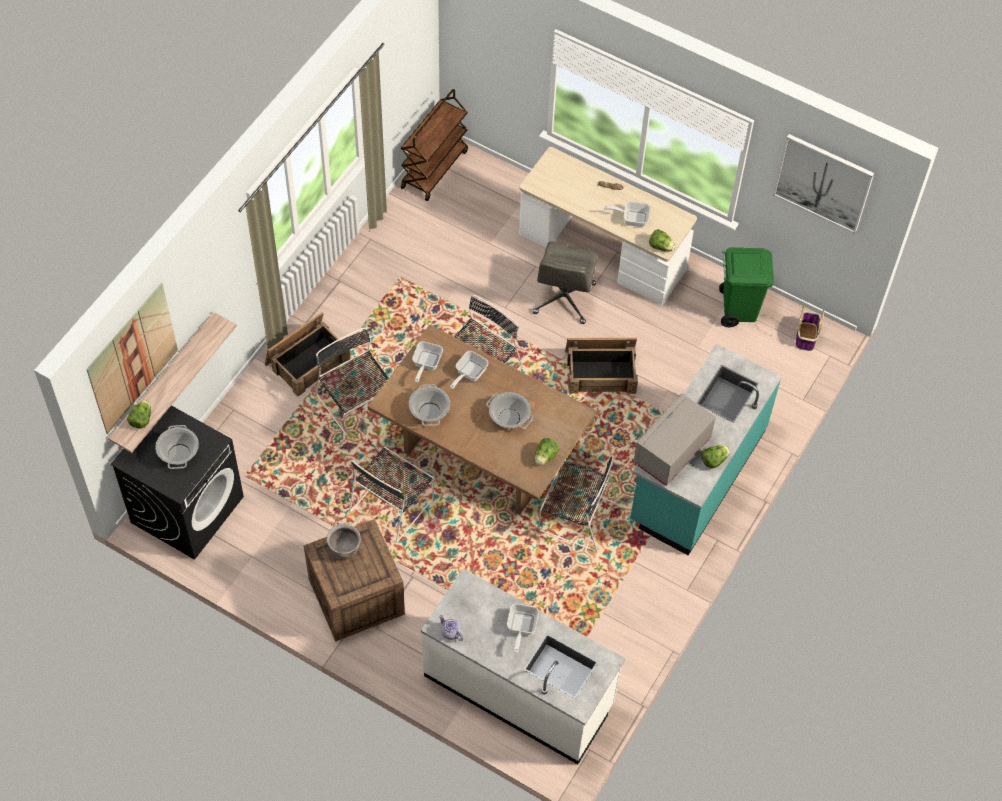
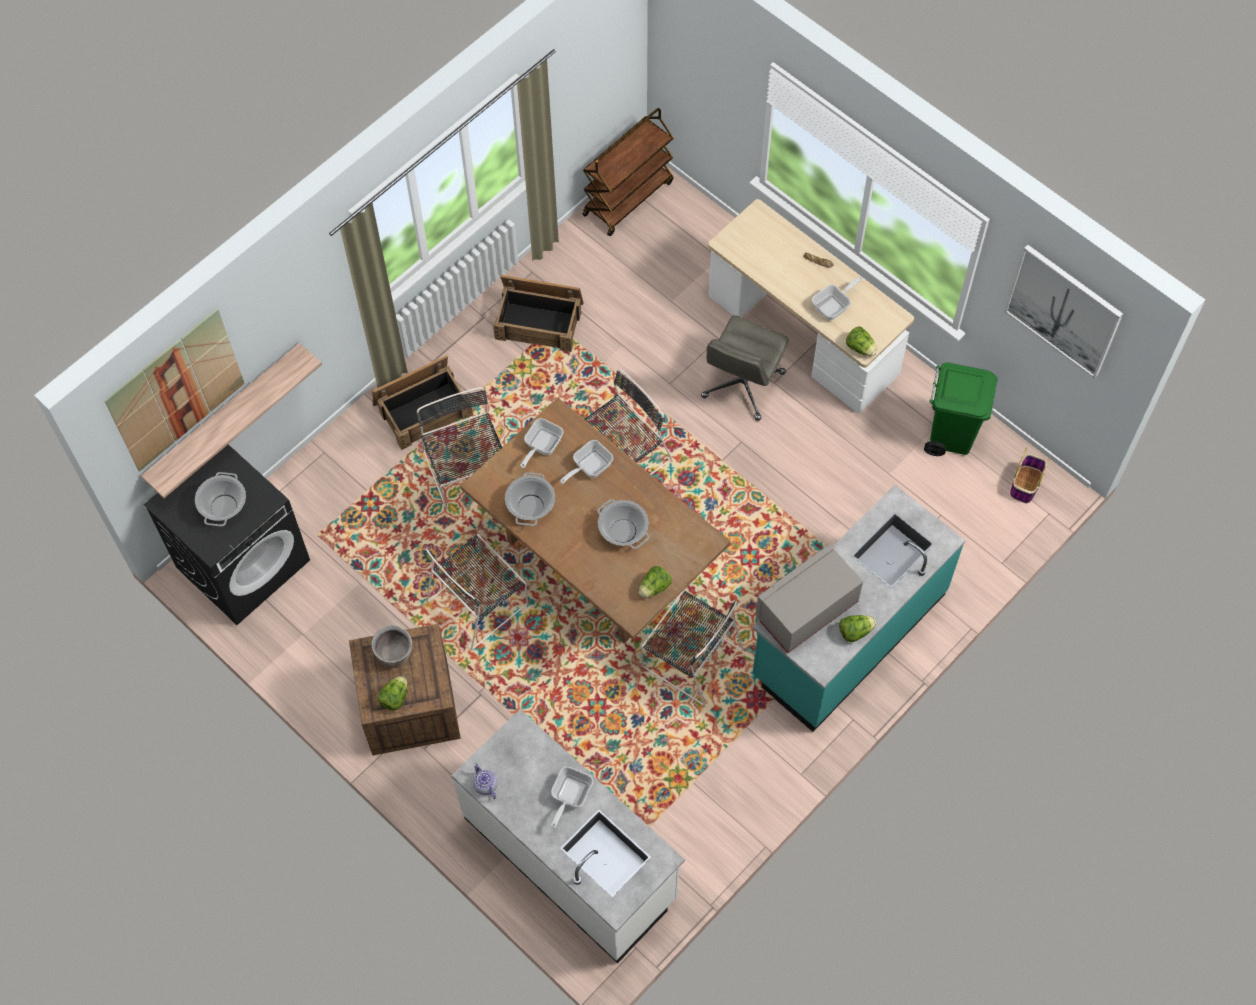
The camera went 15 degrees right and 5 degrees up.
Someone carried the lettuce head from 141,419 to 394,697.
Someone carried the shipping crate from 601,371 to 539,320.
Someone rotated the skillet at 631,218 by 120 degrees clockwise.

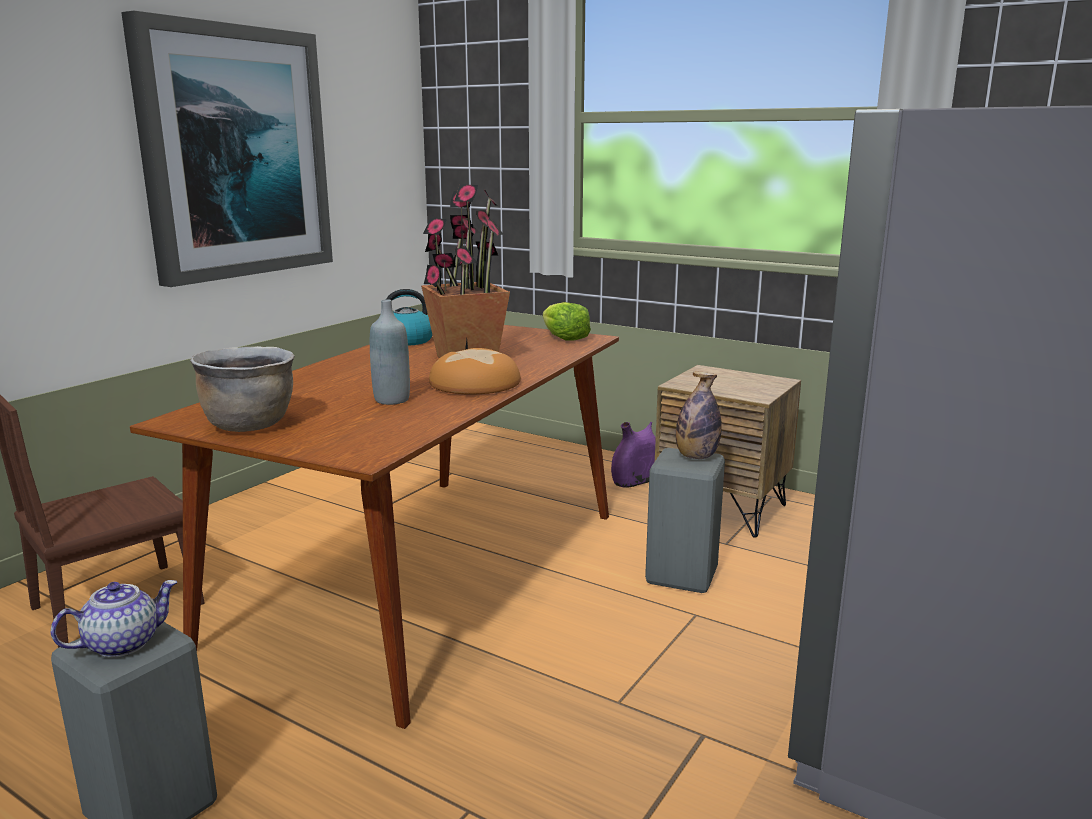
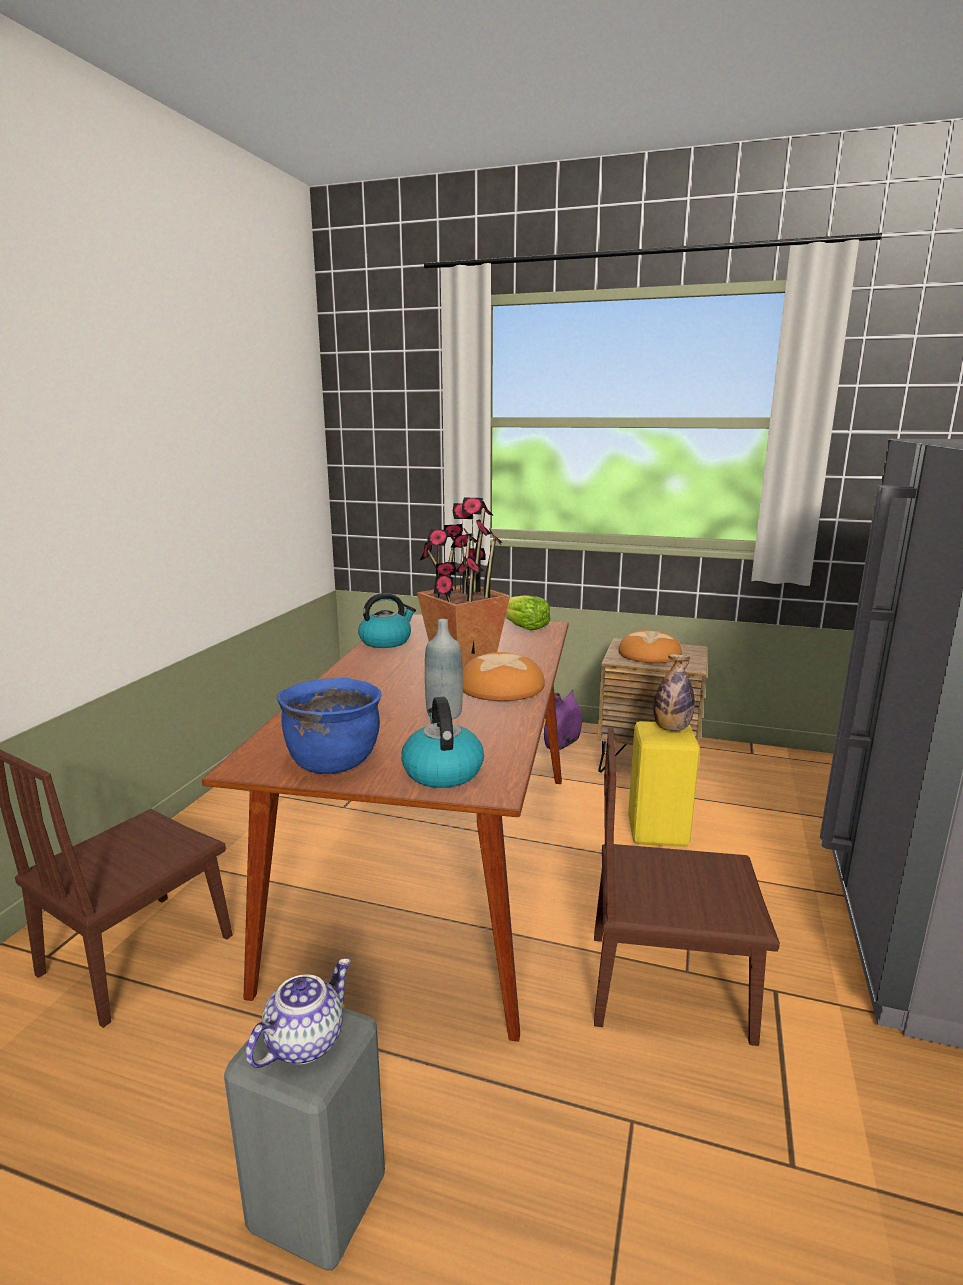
The camera went 15 degrees left and 0 degrees up.
Someone took away the wall picture at 235,153.
Someone put down the tea kettle at 442,771.
Someone put down the brown-coloured chair at 669,986.
Someone put down the bakery bread at 649,654.
Someone repainted the brown-coloured stockpot at 249,424, which became the blue-coloured stockpot at 333,762.
Someone repainted the grey stool at 683,577, which became the yellow stool at 659,833.

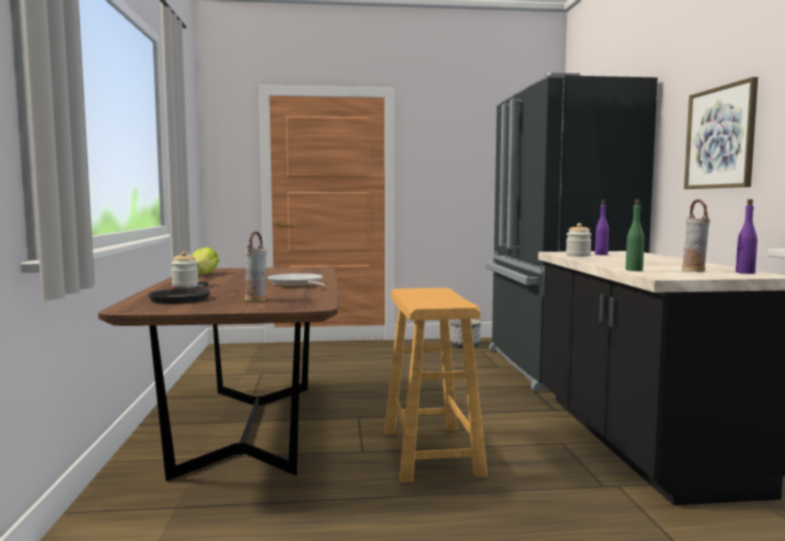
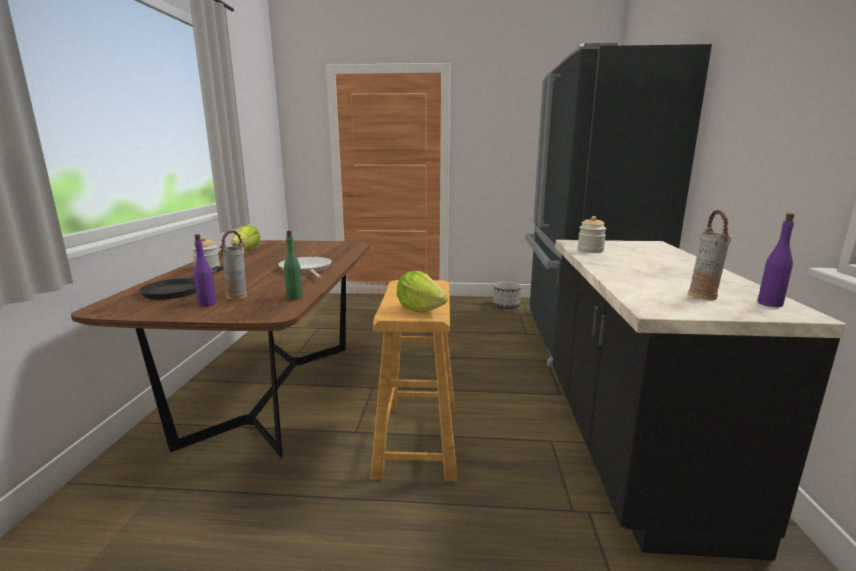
The camera went 10 degrees right and 10 degrees up.
Someone took away the wall picture at 720,138.
Someone put down the lettuce head at 420,309.
Someone carried the purple beverage bottle from 601,254 to 207,304.
Someone carried the green beverage bottle from 633,270 to 294,297.

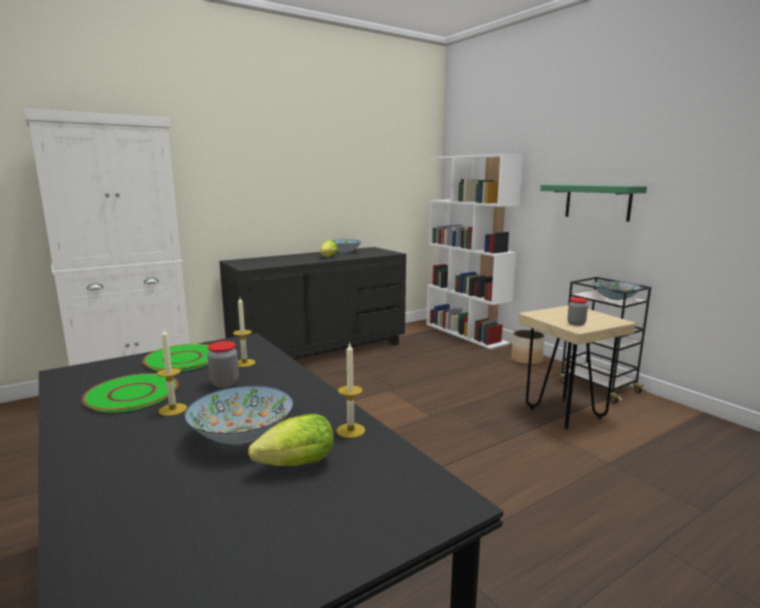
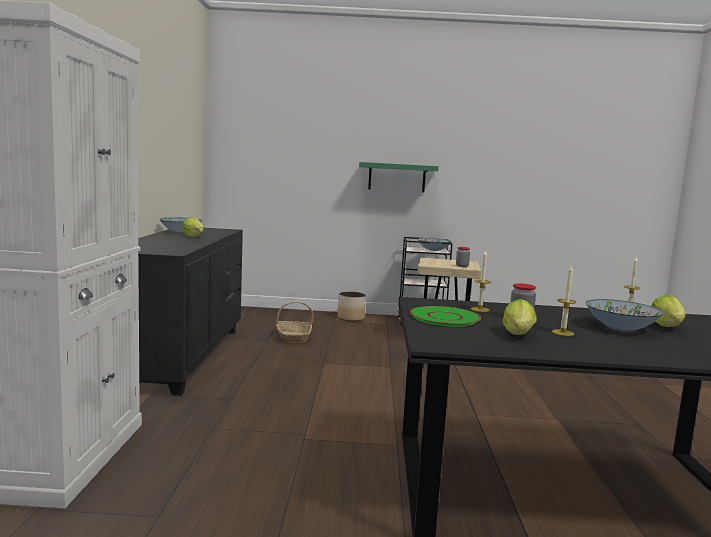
The camera went 55 degrees left and 5 degrees down.
Someone took away the white bookcase at 466,333.
Someone put down the basket at 293,337.
Someone swapped the green plate at 132,394 for the lettuce head at 518,336.

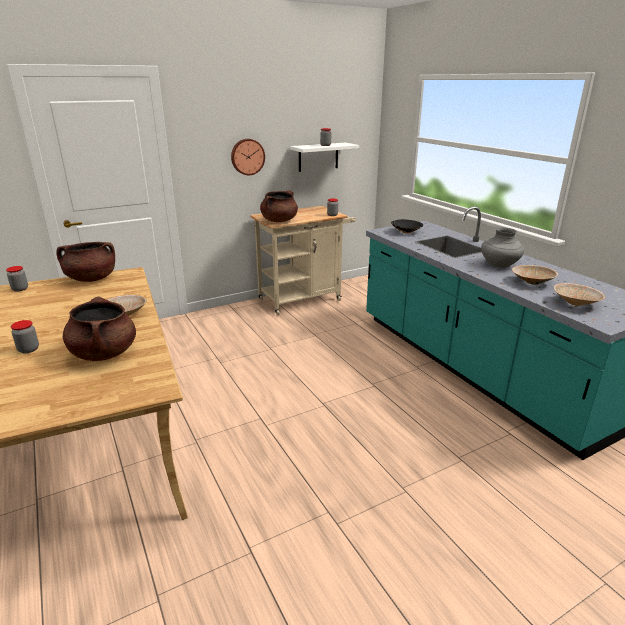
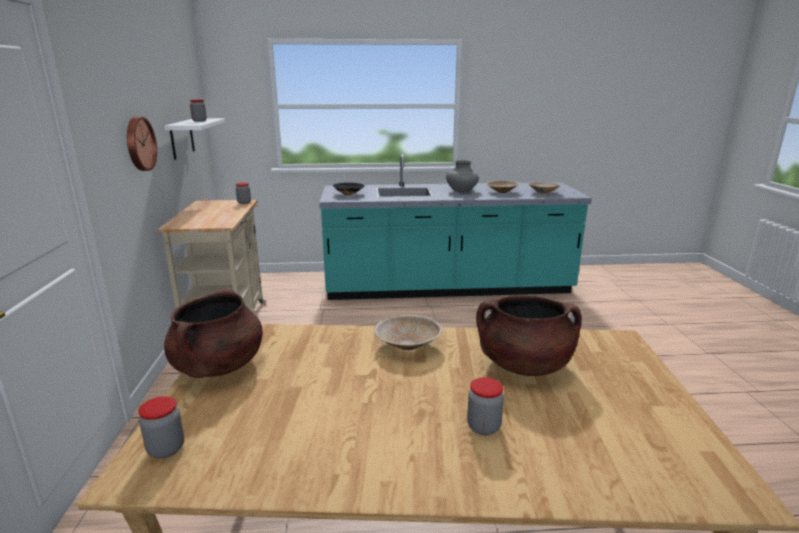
The camera went 65 degrees left and 5 degrees down.
Someone took away the brown-coloured stockpot at 279,221.

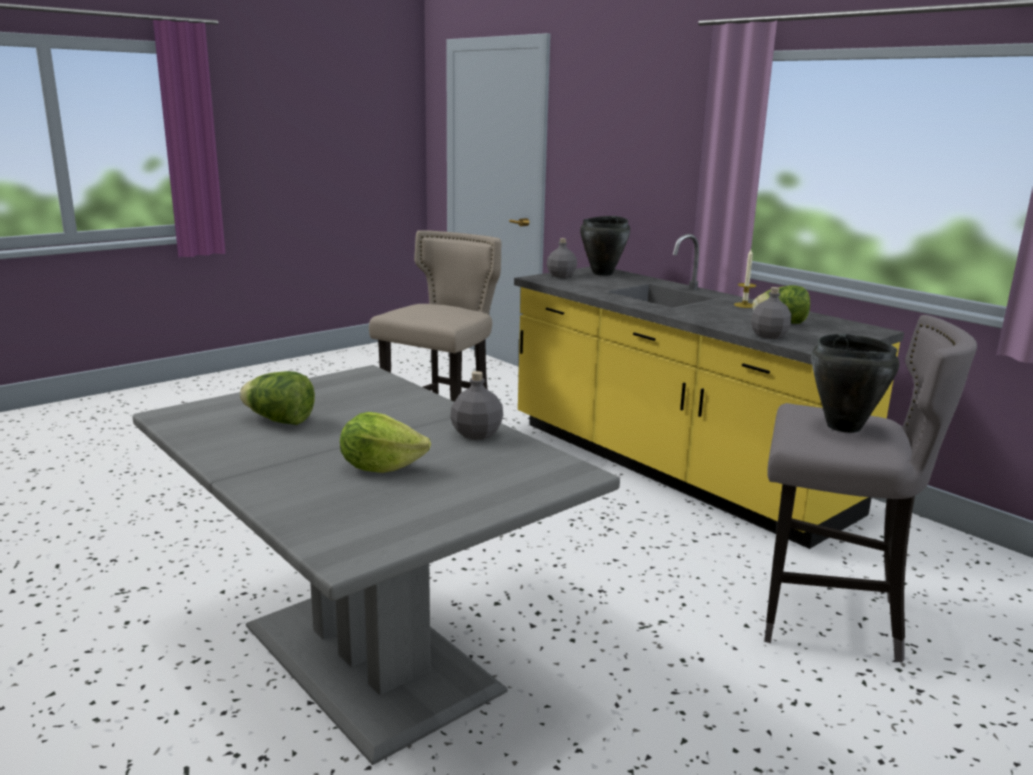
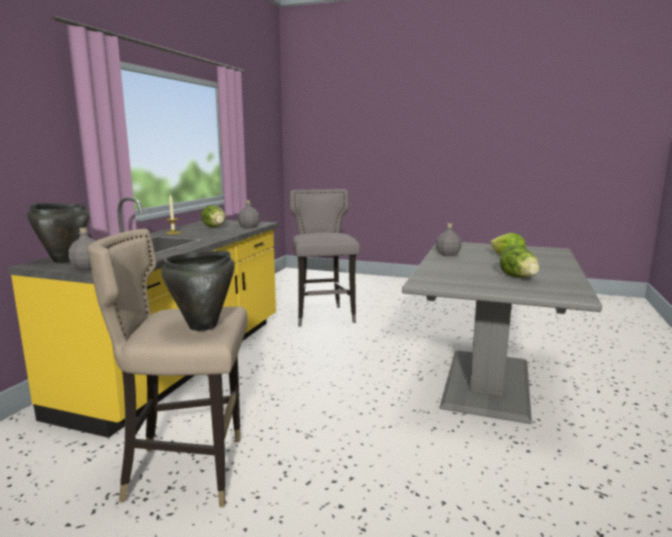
The camera went 120 degrees left and 5 degrees down.
Someone carried the blackish stockpot from 843,427 to 203,326.

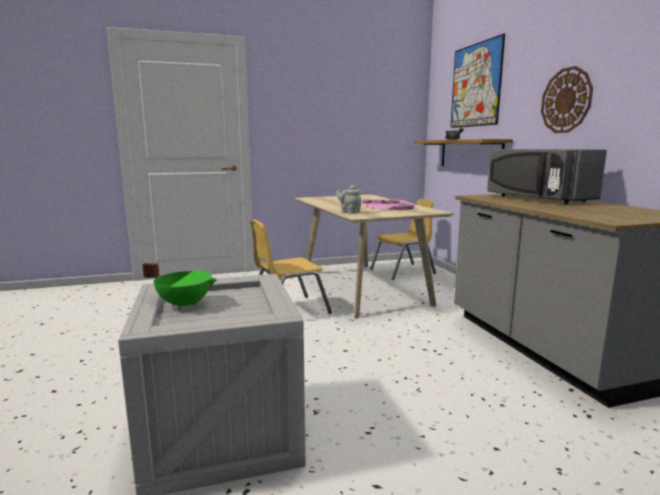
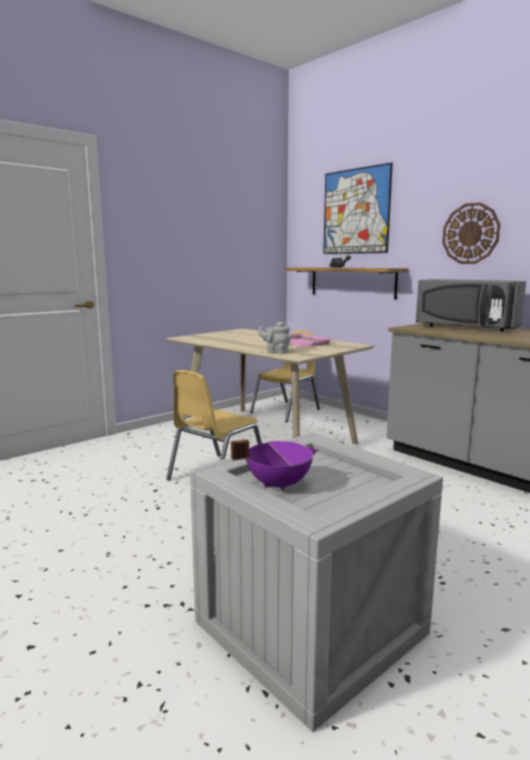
The camera went 25 degrees left and 0 degrees up.
Someone repainted the green stockpot at 185,304, which became the purple stockpot at 278,484.

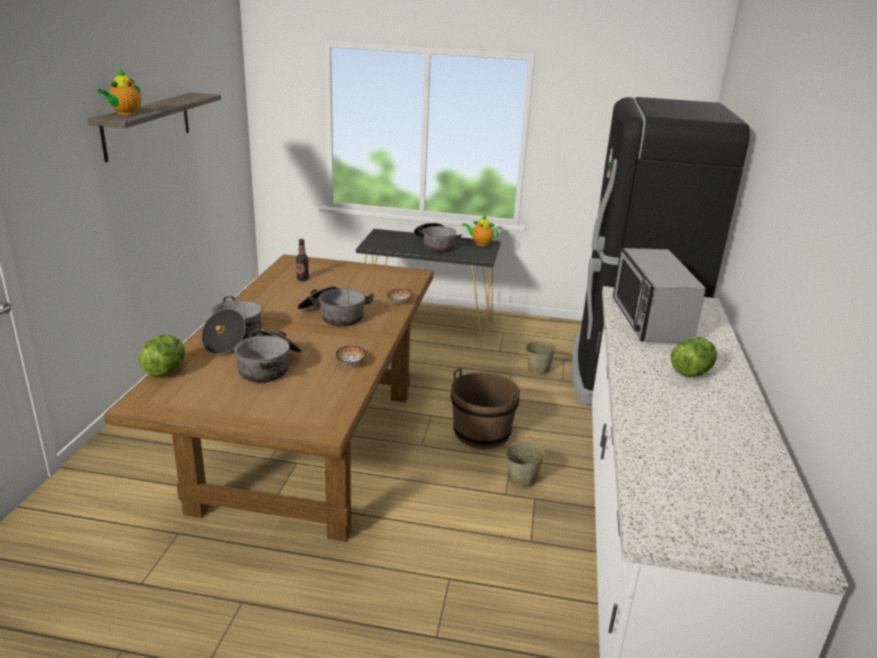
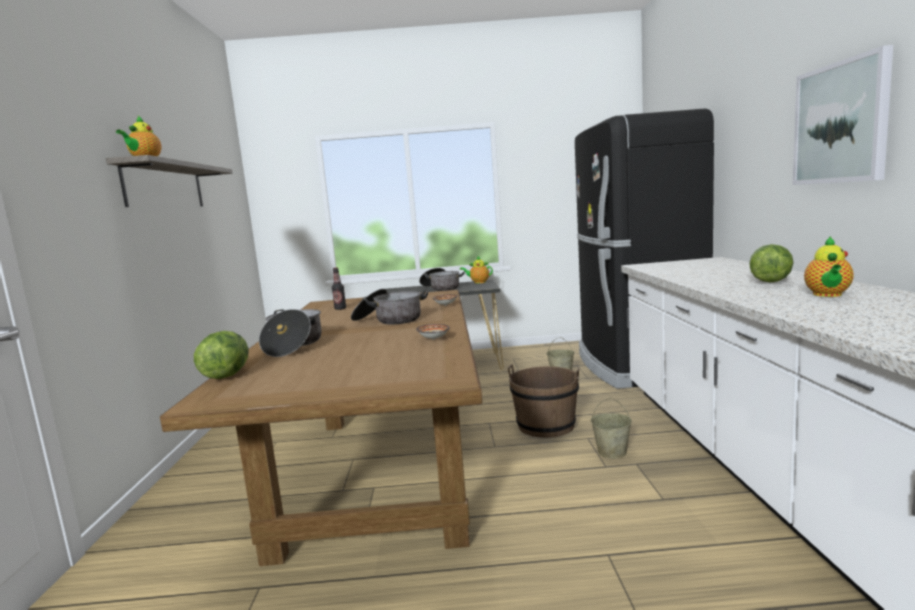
The camera went 10 degrees left and 15 degrees down.
Someone took away the stockpot at 269,366.
Someone took away the microwave at 649,320.
Someone put up the wall picture at 841,123.
Someone put down the teapot at 827,295.

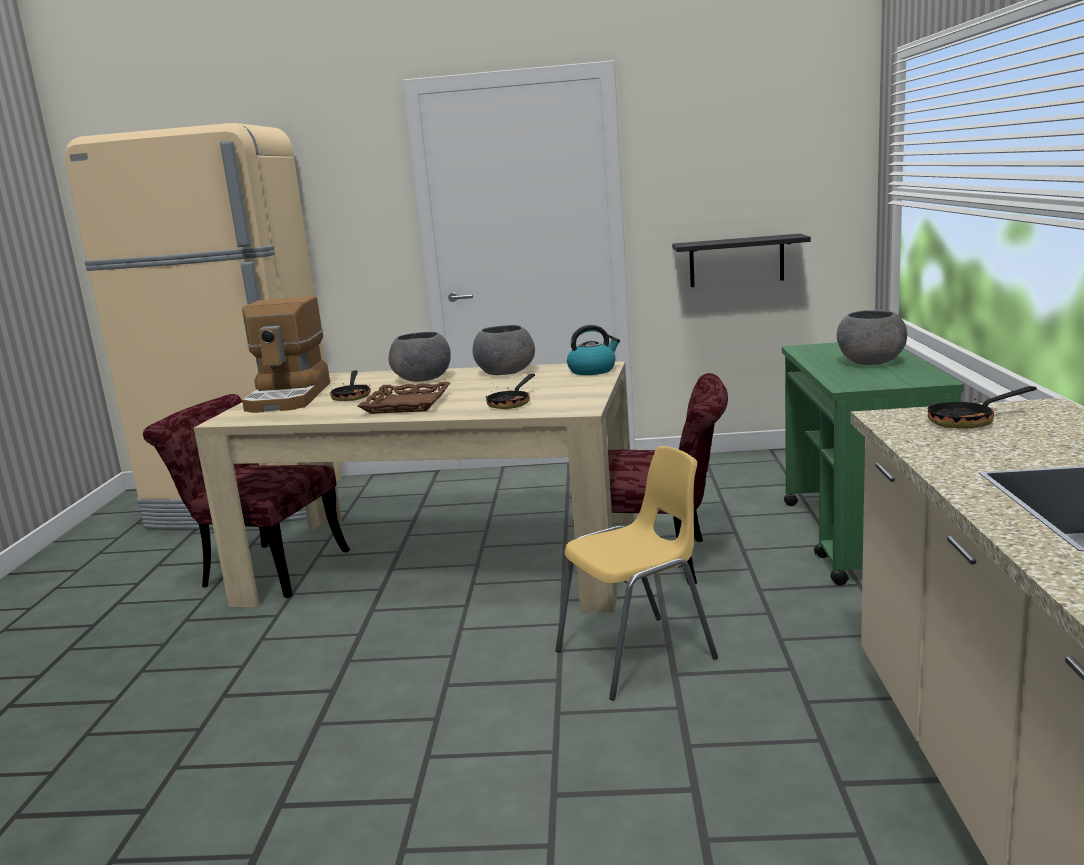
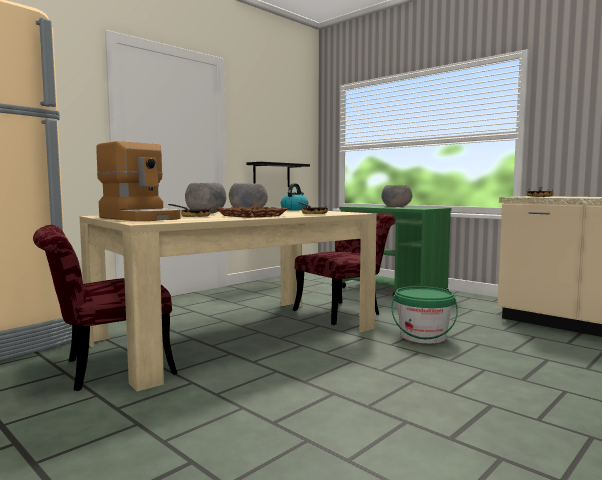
The camera went 50 degrees left and 10 degrees down.
Someone swapped the yellow chair at 638,655 for the green water bucket at 423,336.

